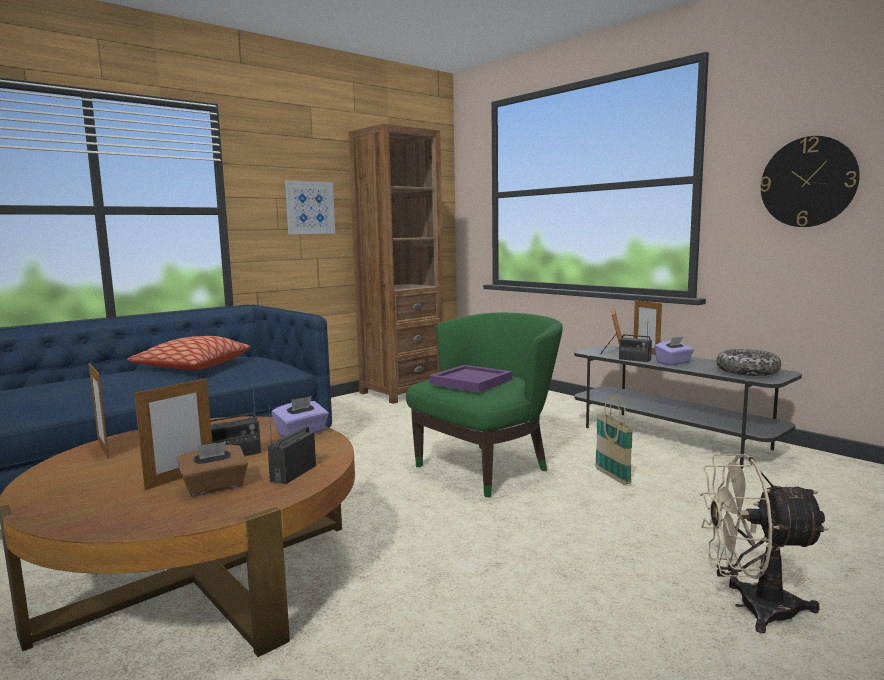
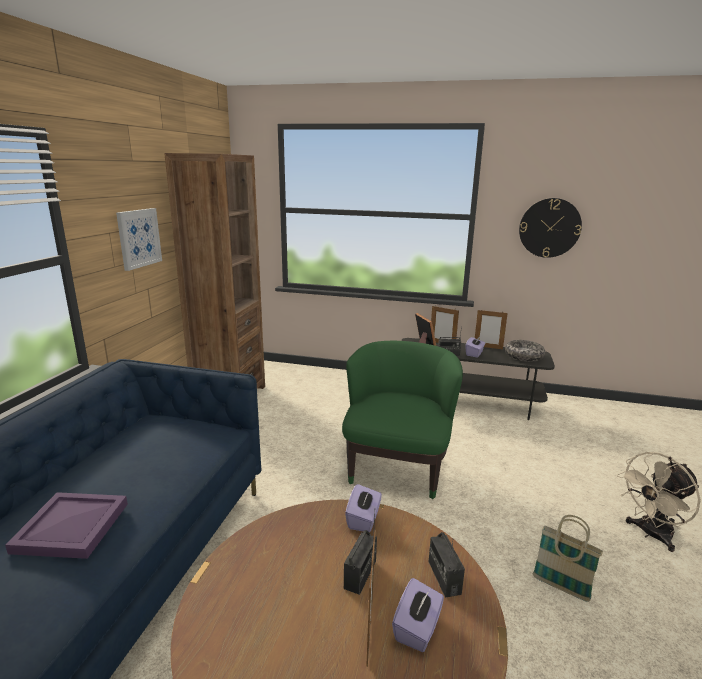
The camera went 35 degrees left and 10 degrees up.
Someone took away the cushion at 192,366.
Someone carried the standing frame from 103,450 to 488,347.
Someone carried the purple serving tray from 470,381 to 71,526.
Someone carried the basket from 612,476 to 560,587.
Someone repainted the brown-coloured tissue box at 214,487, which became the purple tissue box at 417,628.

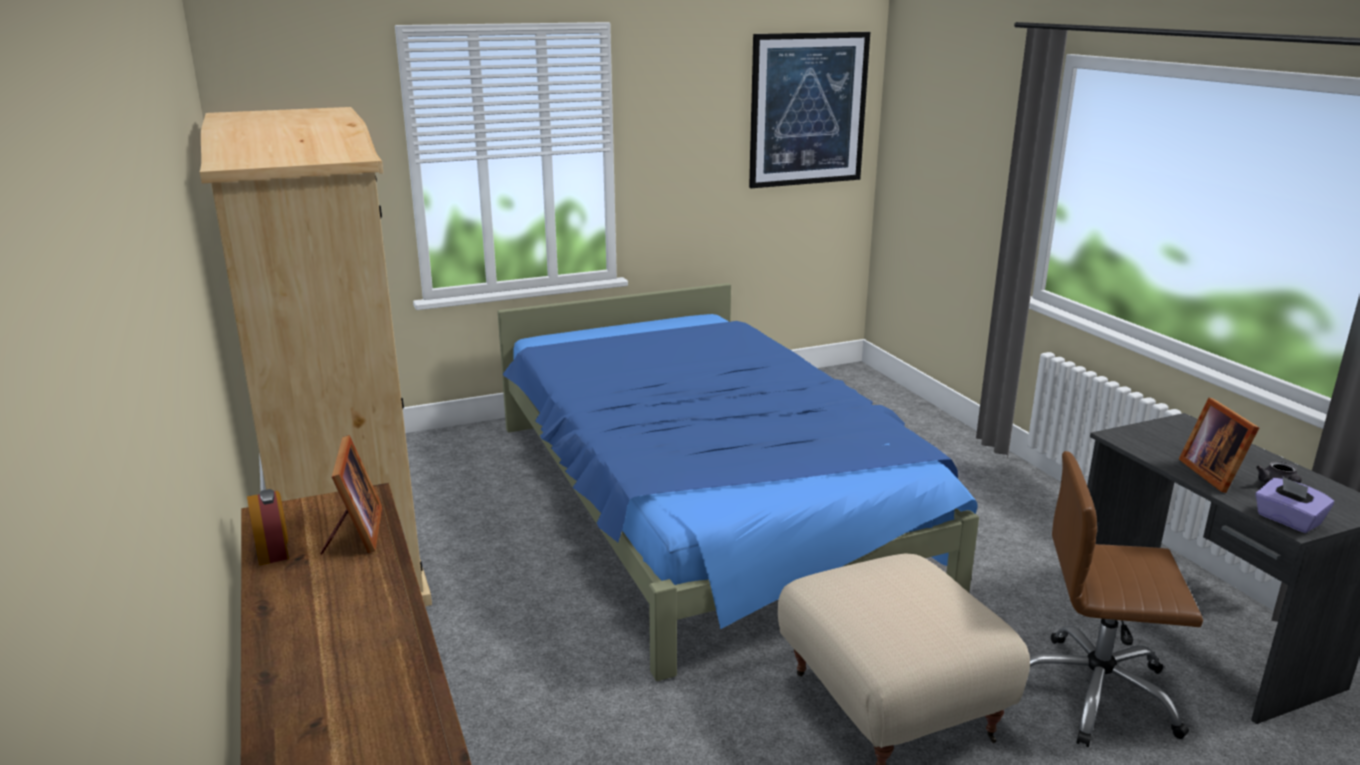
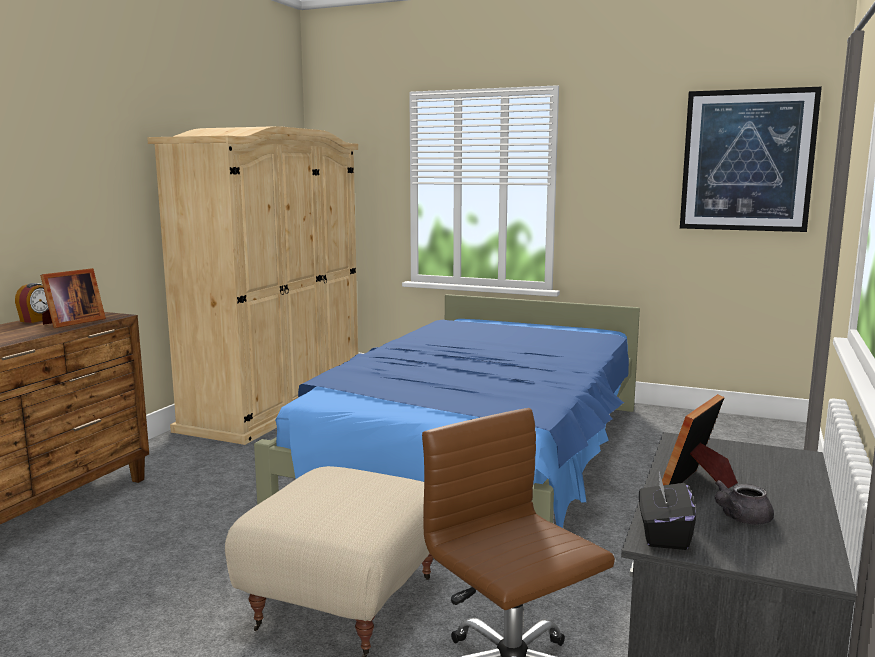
The camera went 45 degrees right and 10 degrees down.
Someone repainted the purple tissue box at 1287,520, which became the blackish tissue box at 663,534.

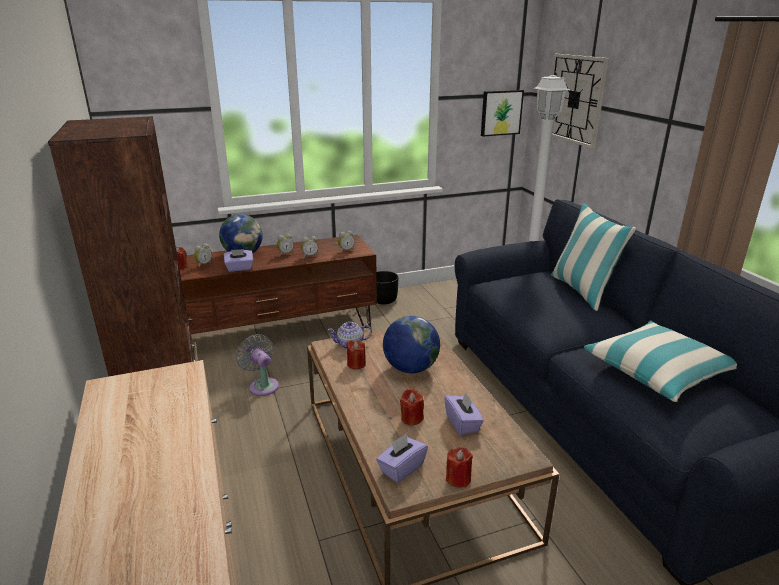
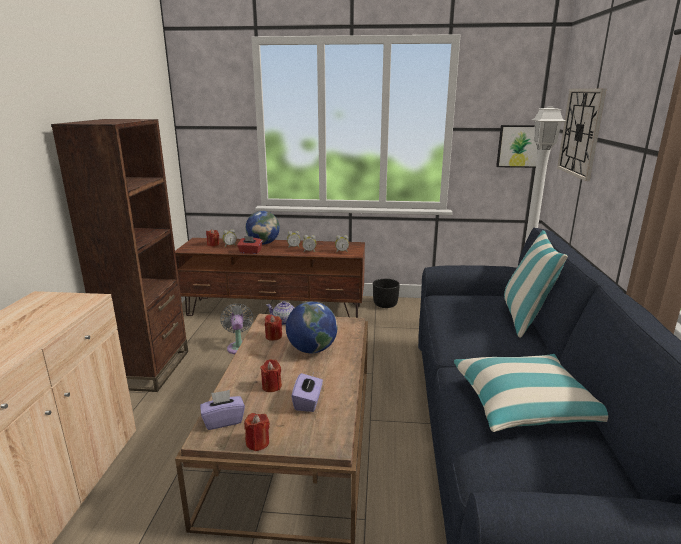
The camera went 25 degrees right and 5 degrees down.
Someone repainted the purple tissue box at 239,268, which became the red tissue box at 250,252.

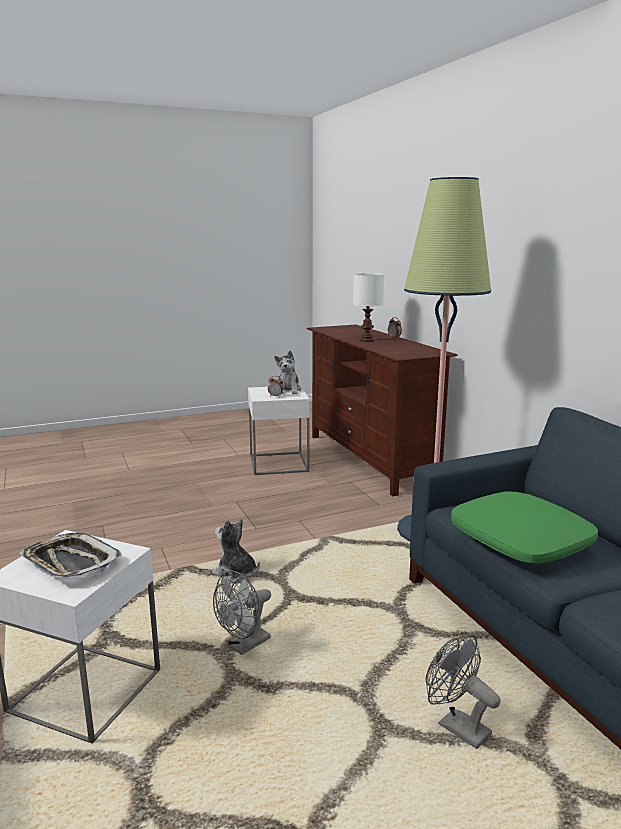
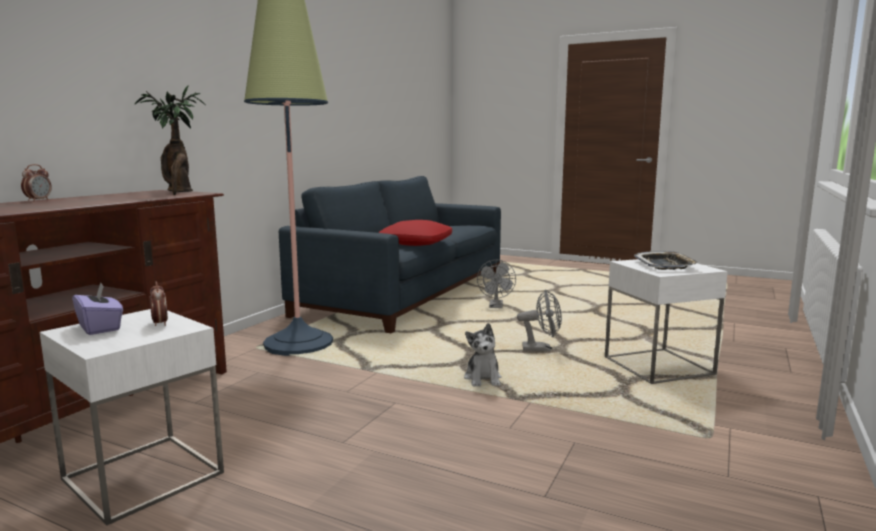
The camera went 130 degrees left and 5 degrees down.
Someone took away the white table lamp at 366,340.
Someone put down the houseplant at 179,192.
Someone swapped the soft toy at 288,390 for the purple tissue box at 100,327.
Someone repainted the green cushion at 521,540, which became the red cushion at 416,243.

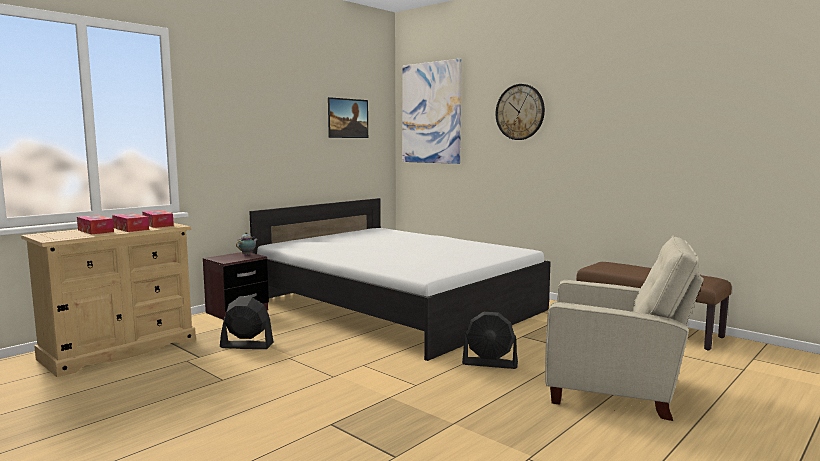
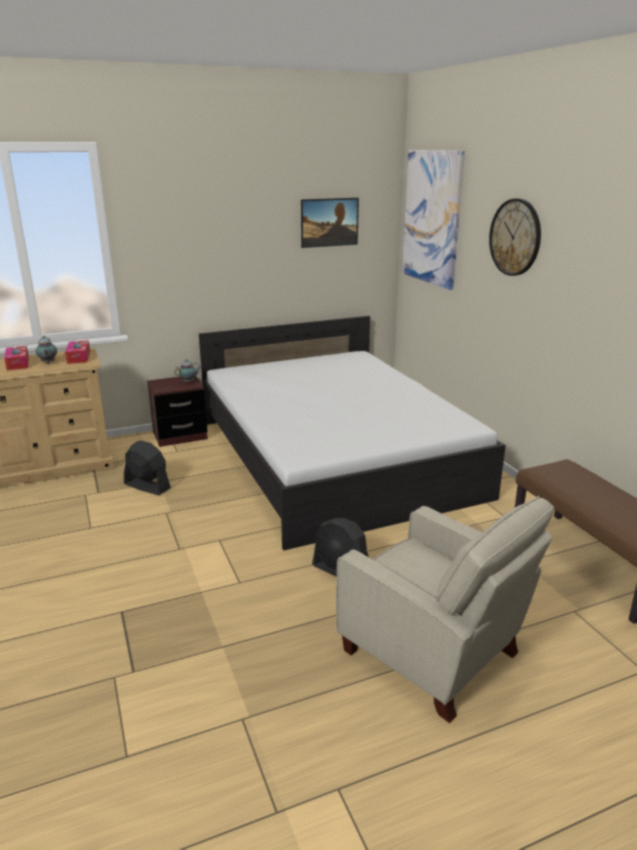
The camera went 25 degrees right and 15 degrees up.
Someone swapped the tissue box at 131,228 for the teapot at 48,363.

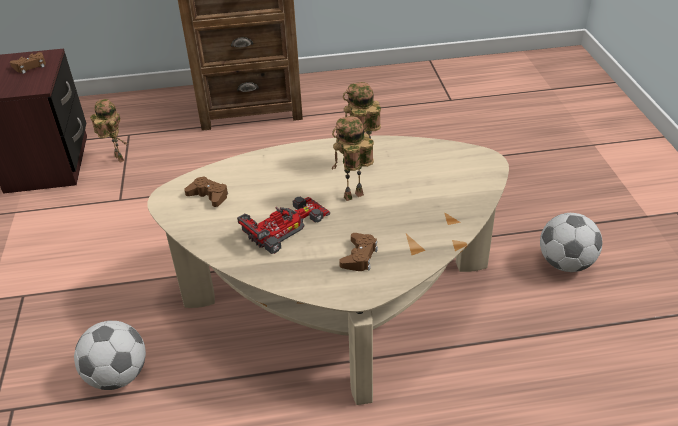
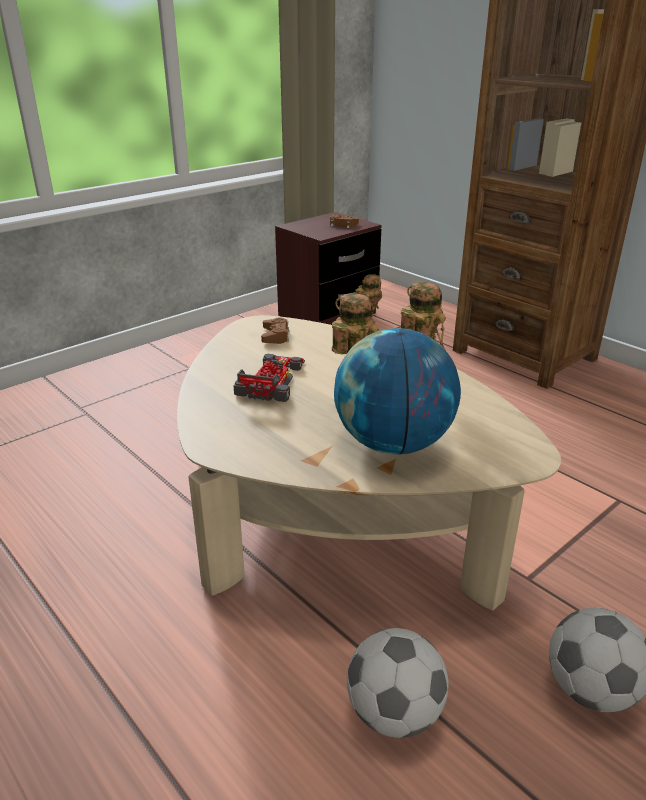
The camera went 55 degrees right and 10 degrees down.
Someone took away the brown-coloured joypad at 359,256.
Someone put down the desk globe at 393,444.
Someone carried the football from 117,376 to 394,713.
Someone rotated the toy car at 285,226 by 90 degrees counterclockwise.

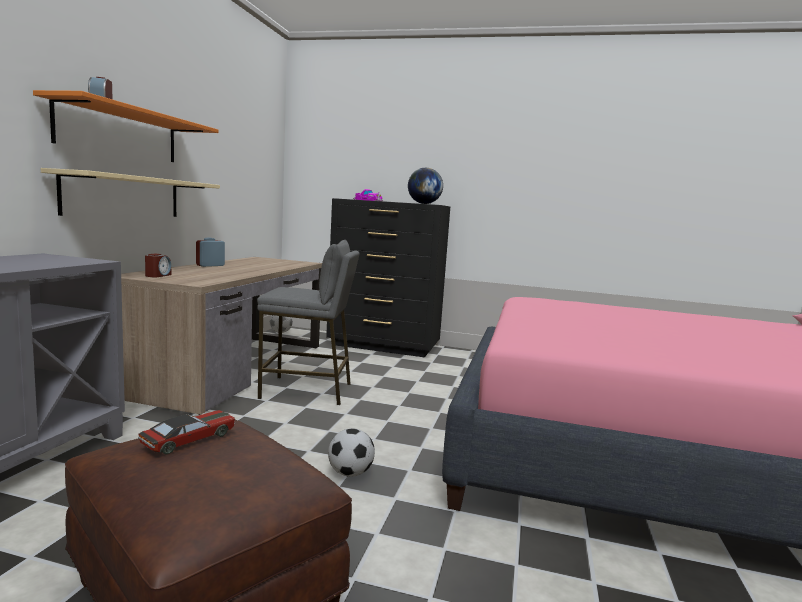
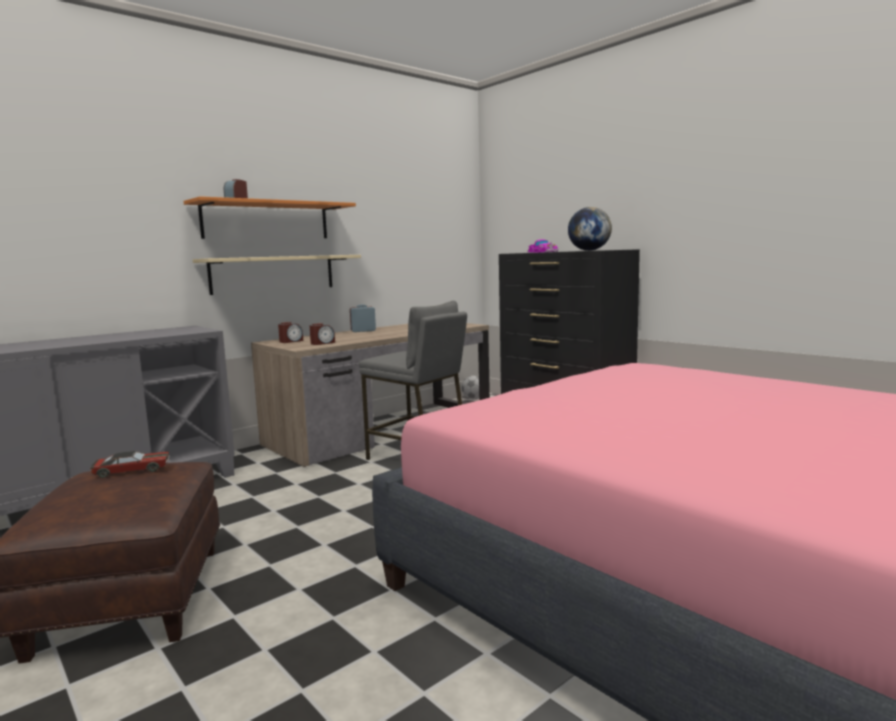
The camera went 35 degrees right and 0 degrees up.
Someone took away the football at 350,473.
Someone put down the bedside clock at 322,343.

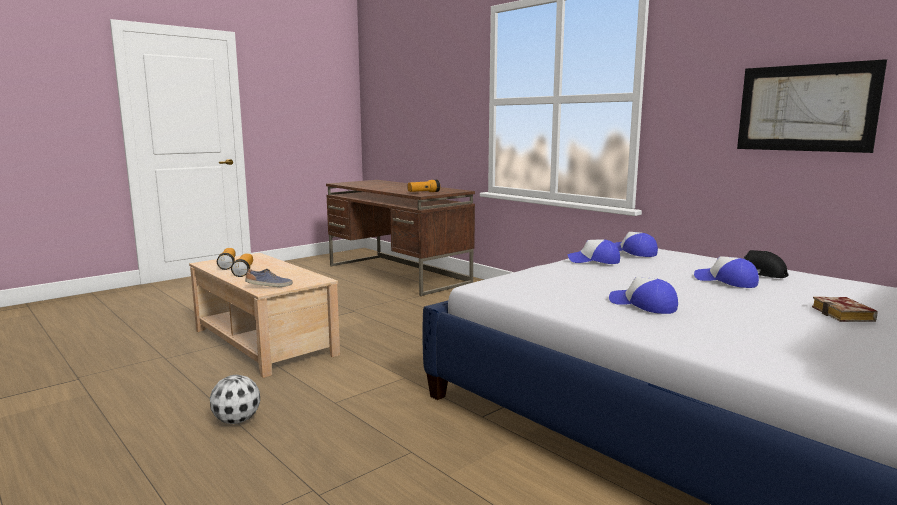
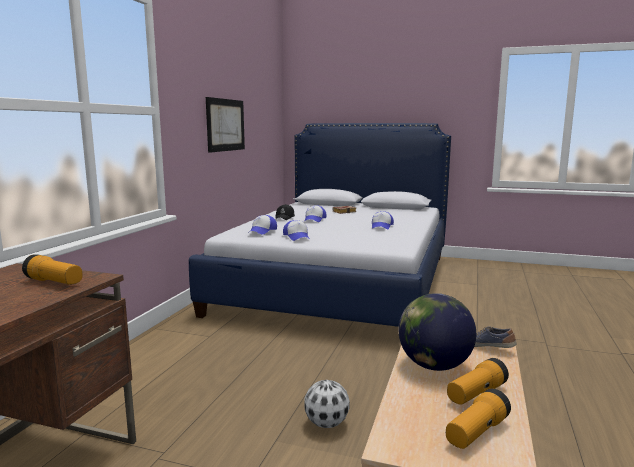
The camera went 120 degrees left and 0 degrees up.
Someone put down the desk globe at 434,366.
Someone carried the football from 237,420 to 326,424.

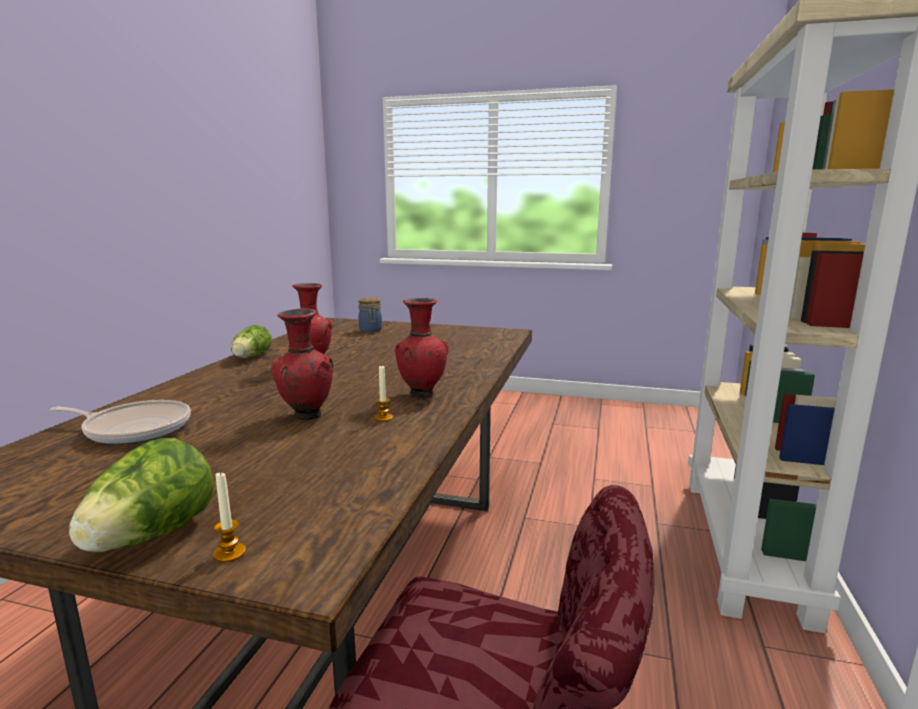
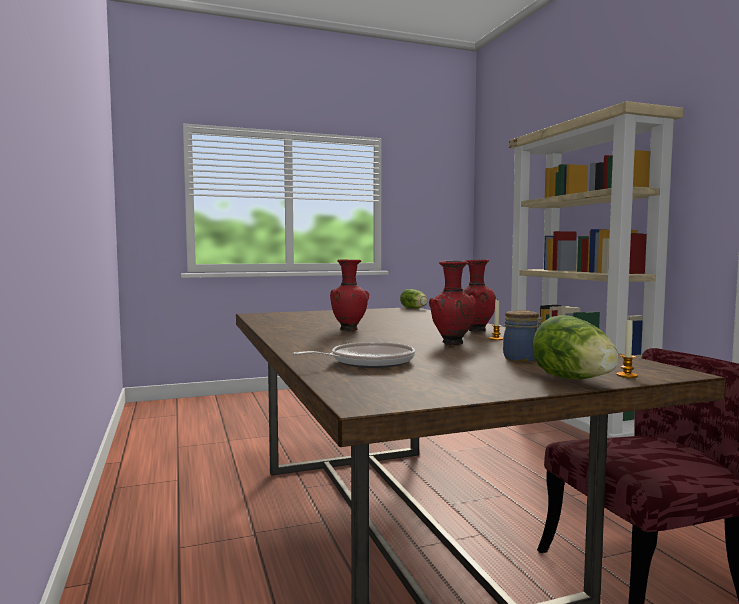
The camera went 35 degrees left and 10 degrees down.
Someone carried the lettuce head from 250,357 to 414,308.
Someone carried the storage jar from 370,330 to 522,359.

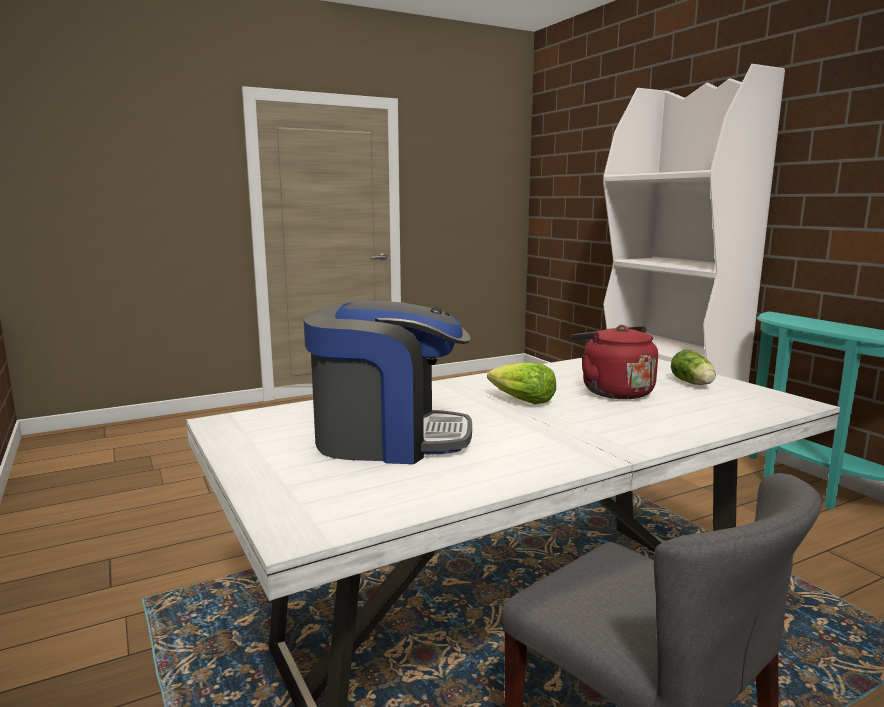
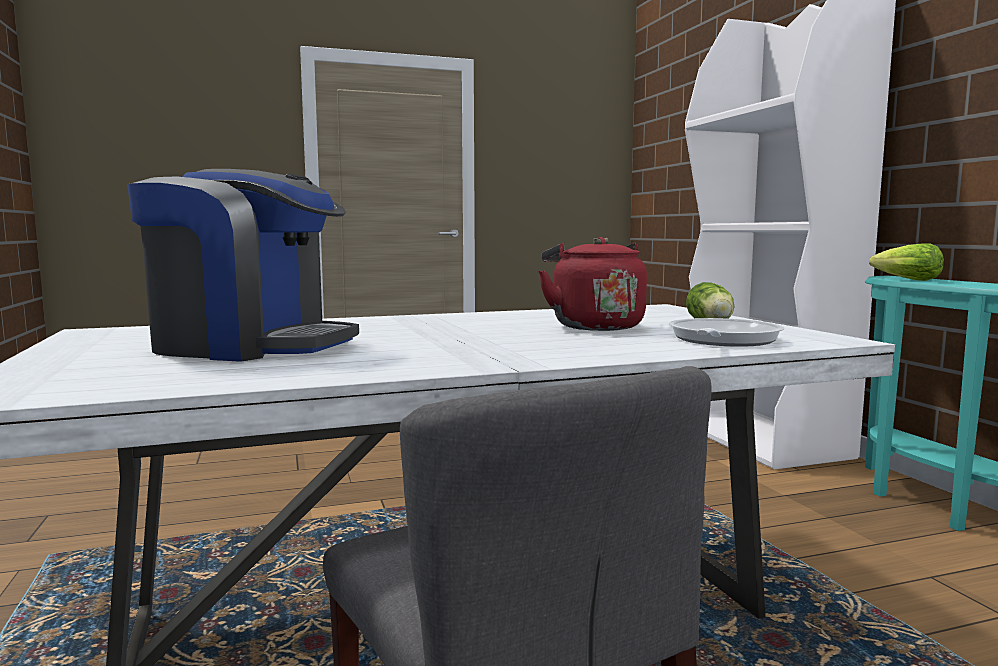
The camera went 10 degrees right and 5 degrees down.
Someone put down the skillet at 721,340.
Someone carried the lettuce head from 521,401 to 906,280.

